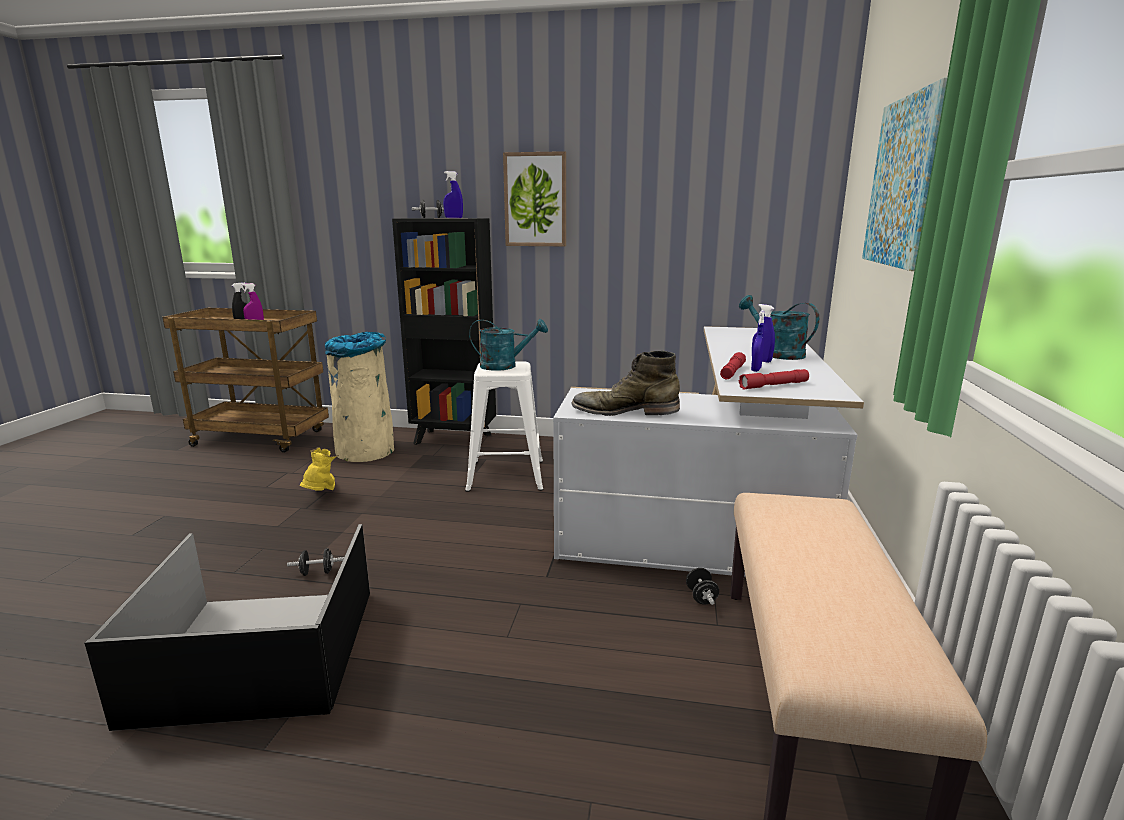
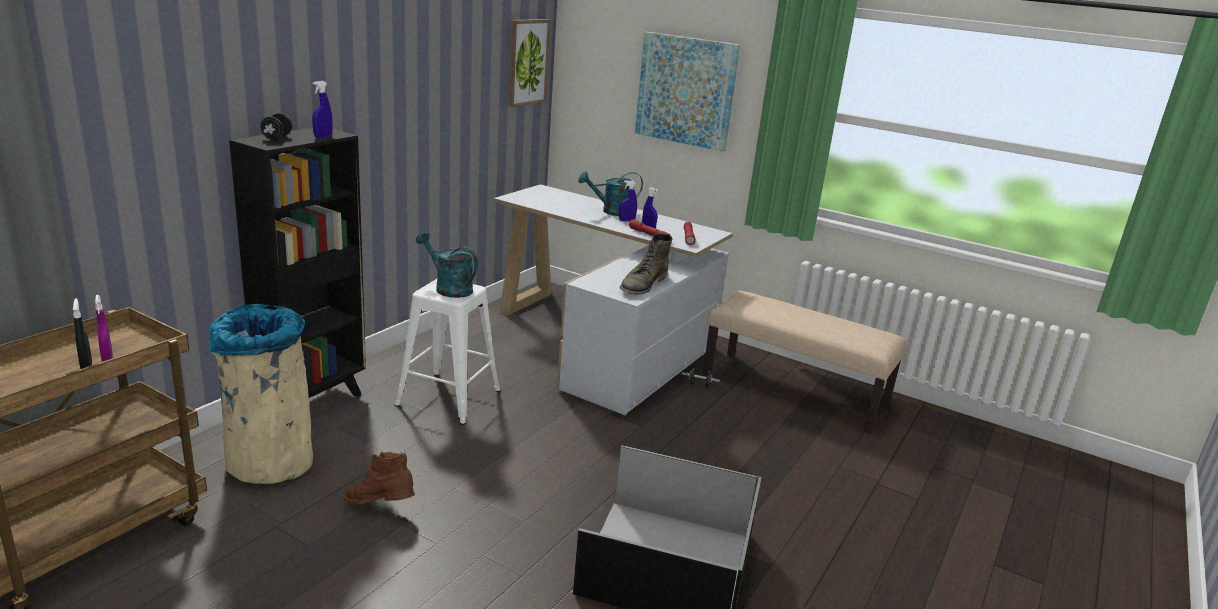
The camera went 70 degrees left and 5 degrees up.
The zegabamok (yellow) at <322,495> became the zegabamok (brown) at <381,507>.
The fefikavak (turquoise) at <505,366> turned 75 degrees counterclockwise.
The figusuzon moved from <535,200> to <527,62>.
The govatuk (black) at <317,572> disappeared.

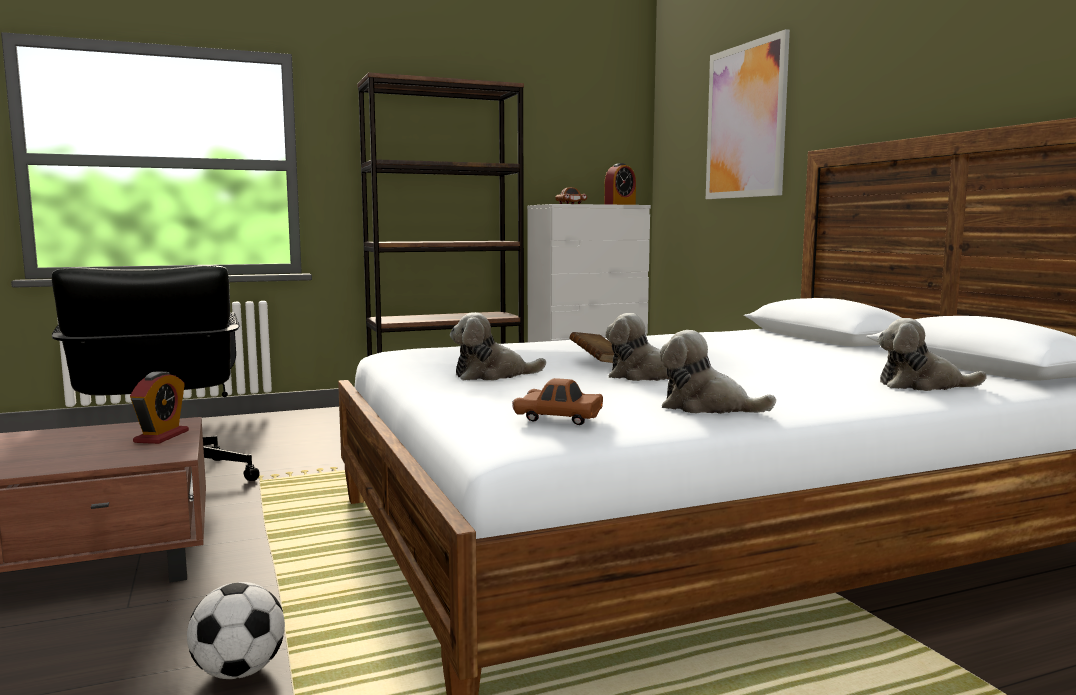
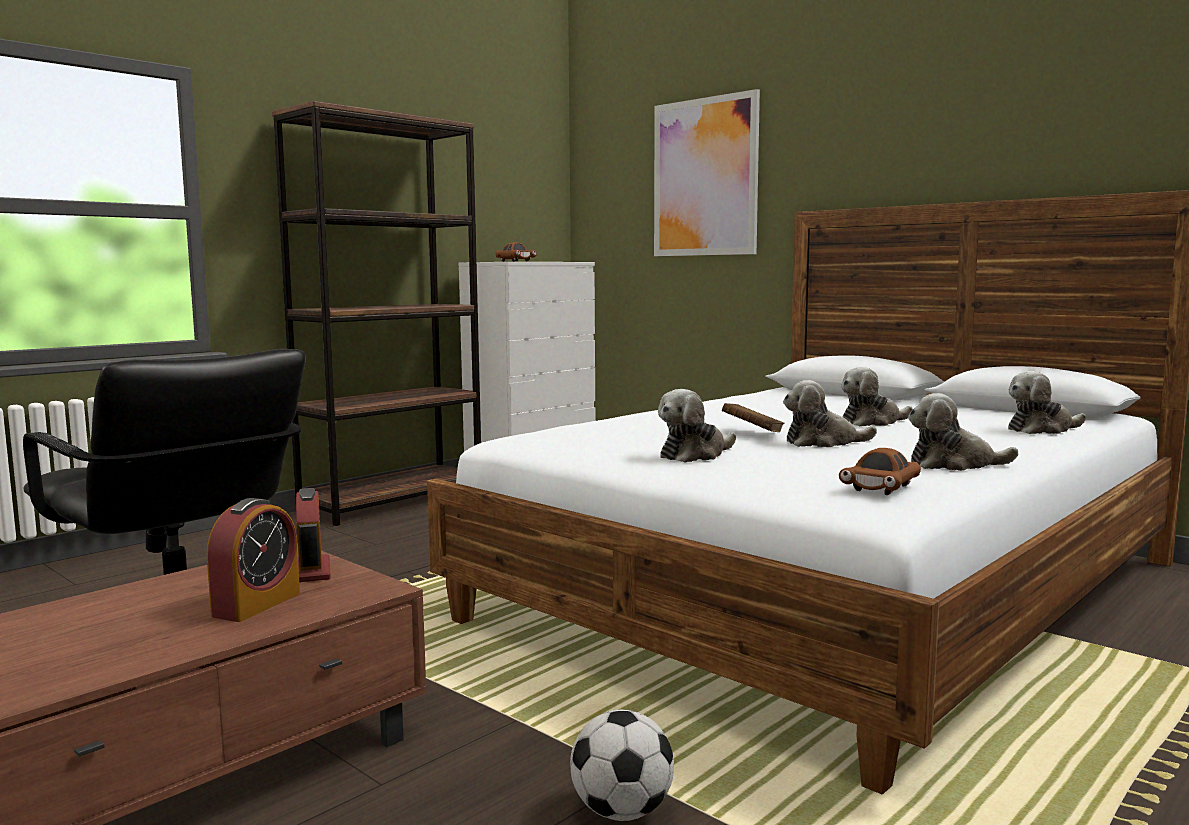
The camera went 25 degrees left and 0 degrees up.
The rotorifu moved from <620,204> to <256,604>.
The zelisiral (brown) at <559,419> turned 45 degrees counterclockwise.
The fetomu at <872,422> appeared.

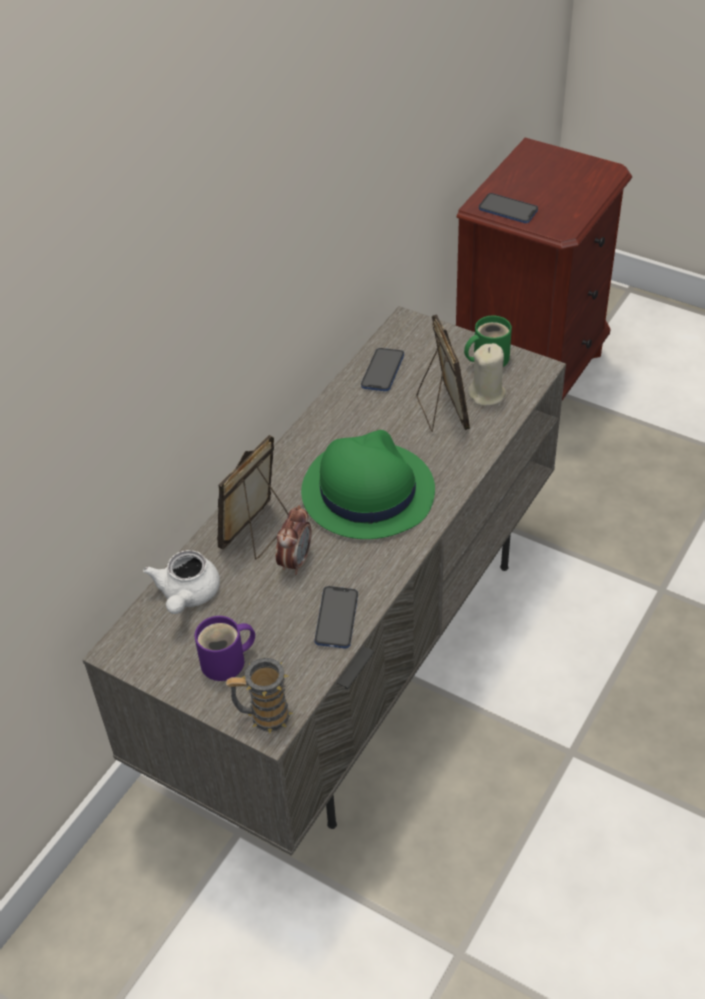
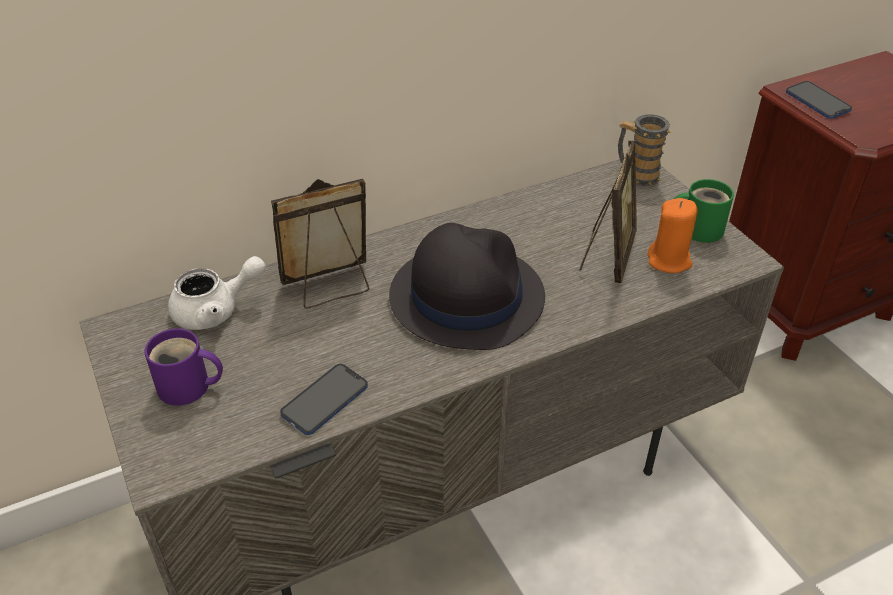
The camera went 30 degrees right and 5 degrees down.
The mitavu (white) at <187,595> turned 150 degrees counterclockwise.
The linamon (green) at <366,491> became the linamon (black) at <466,296>.
The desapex moved from <263,716> to <636,174>.
The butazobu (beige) at <487,394> became the butazobu (orange) at <669,261>.
The rotorifu at <295,561> disappeared.
The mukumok at <382,371> disappeared.

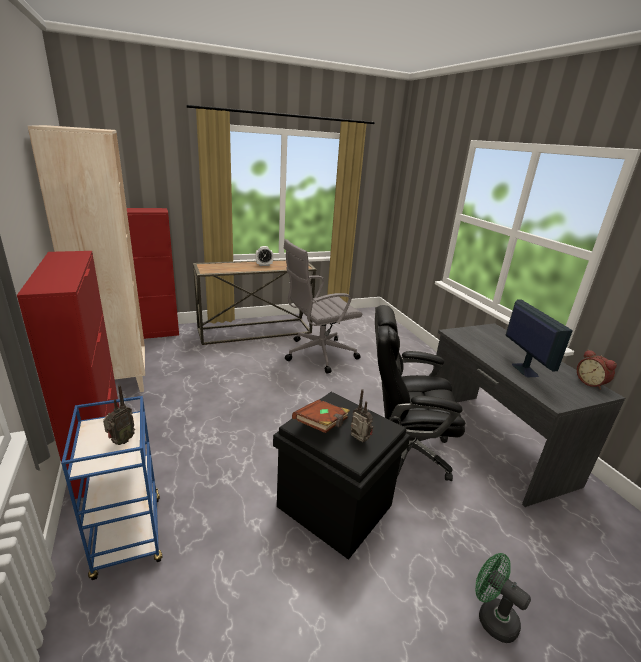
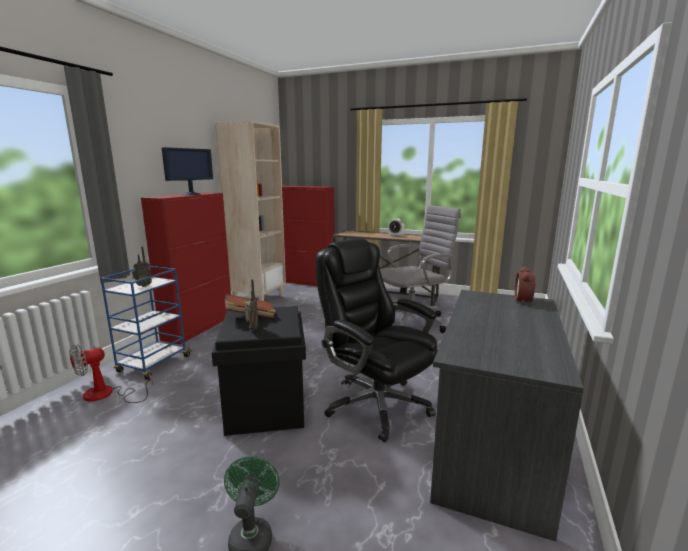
The camera went 45 degrees right and 10 degrees down.
The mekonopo at <107,395> appeared.
The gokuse moved from <524,369> to <192,194>.
The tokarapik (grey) at <318,354> turned 135 degrees clockwise.
The rotorifu moved from <591,383> to <525,301>.

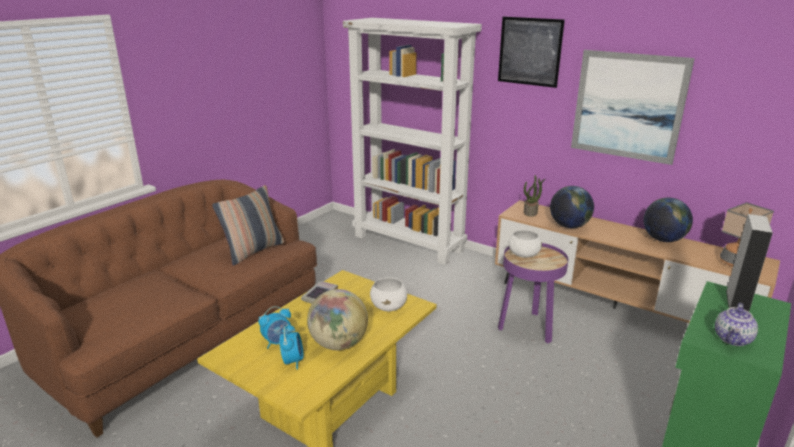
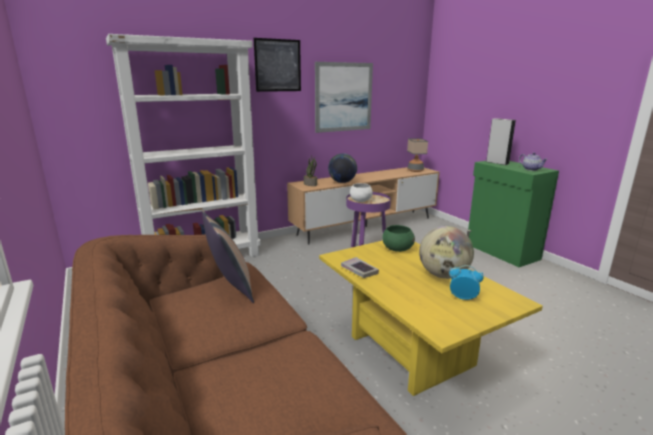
The camera went 65 degrees left and 5 degrees down.
The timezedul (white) at <389,307> became the timezedul (green) at <397,249>.
The rotorifu at <278,342> disappeared.
The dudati at <663,240> disappeared.

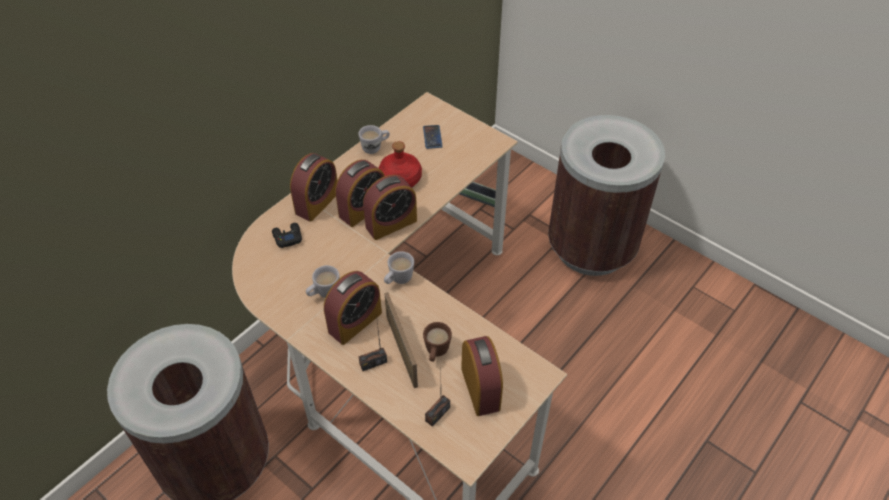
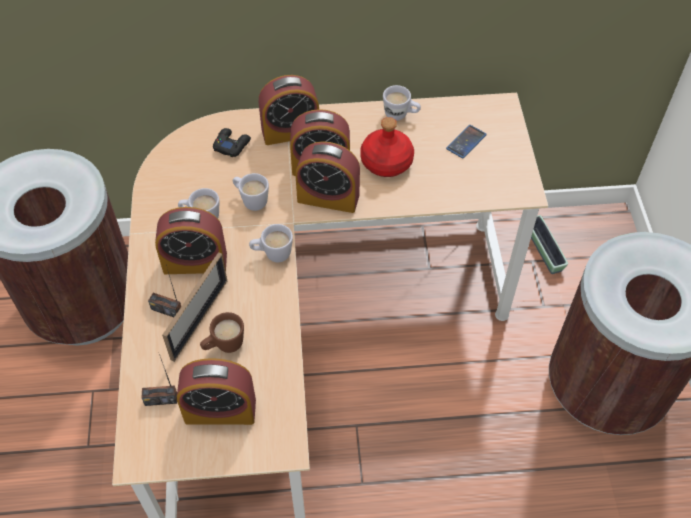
The camera went 45 degrees right and 5 degrees up.
The rotorifu at <480,388> turned 60 degrees clockwise.
The desapex (white) at <251,200> appeared.

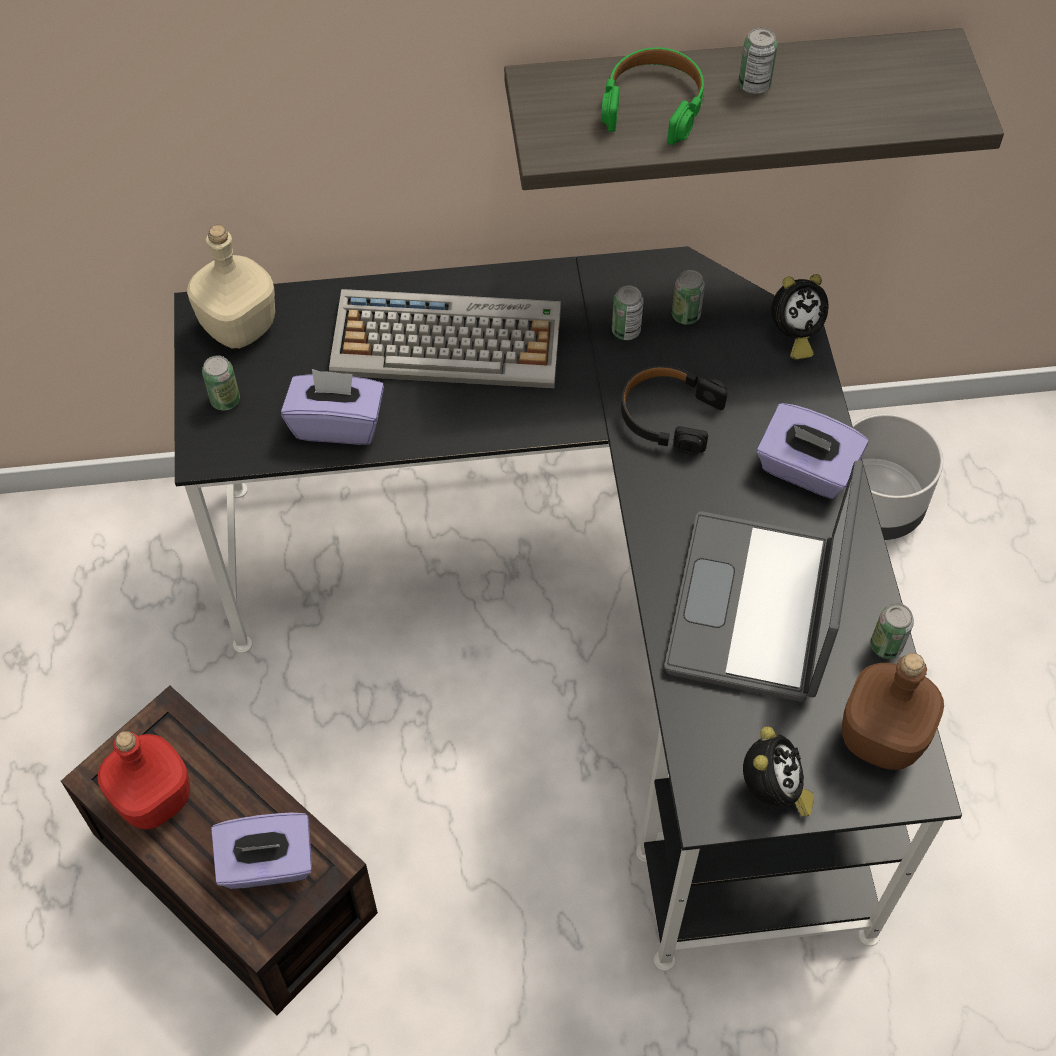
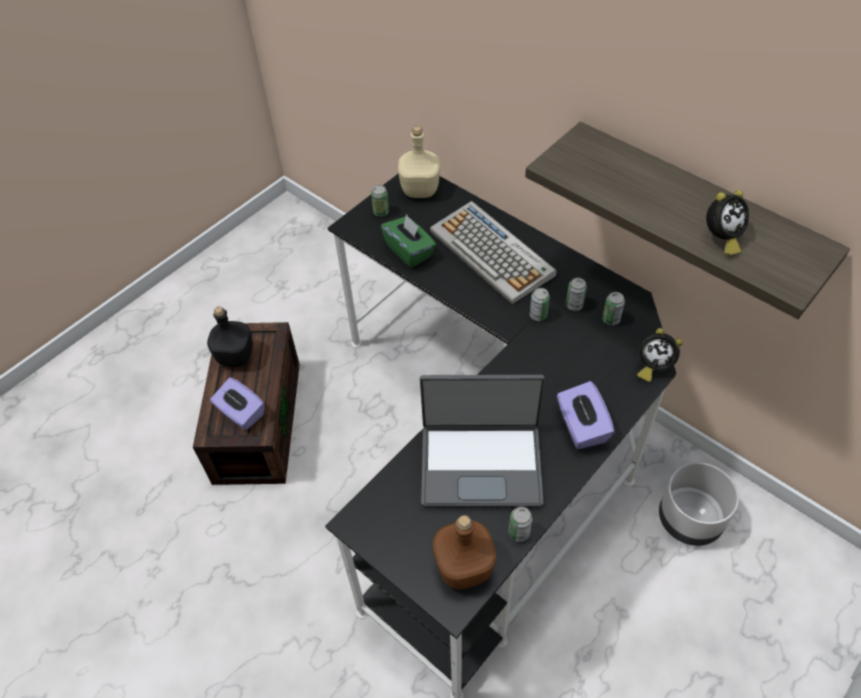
The camera went 50 degrees right and 5 degrees down.
The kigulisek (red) at <153,800> became the kigulisek (black) at <235,356>.
The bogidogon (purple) at <337,424> became the bogidogon (green) at <409,251>.
The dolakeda at <757,609> turned 150 degrees counterclockwise.
The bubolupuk moved from <754,85> to <538,315>.
The rotorifu moved from <772,791> to <720,239>.
The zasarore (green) at <653,104> disappeared.
The zasarore (black) at <669,415> disappeared.

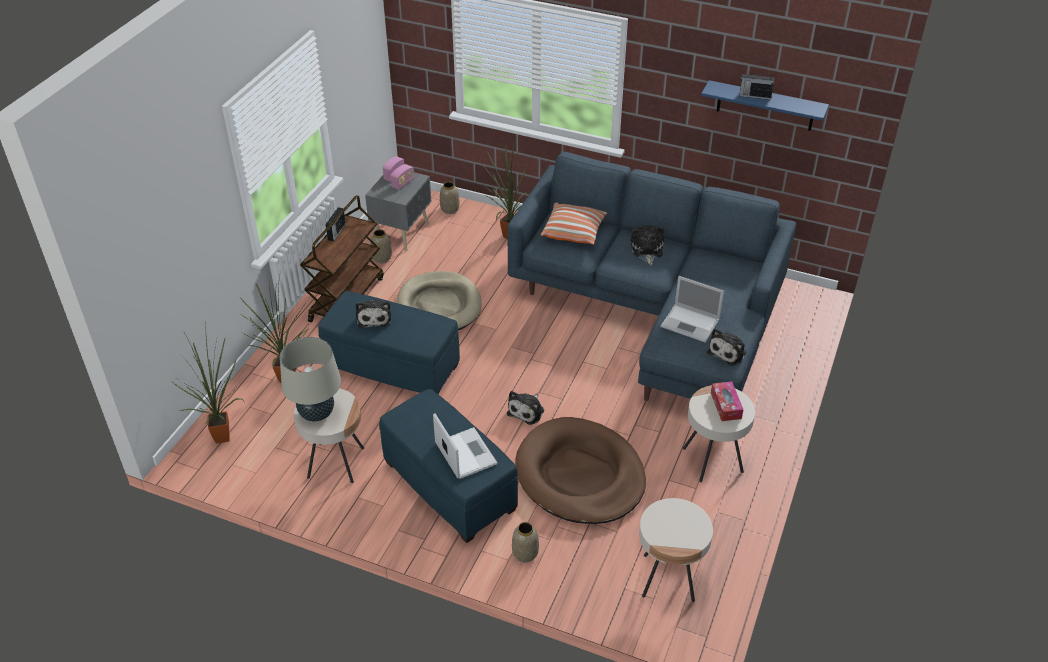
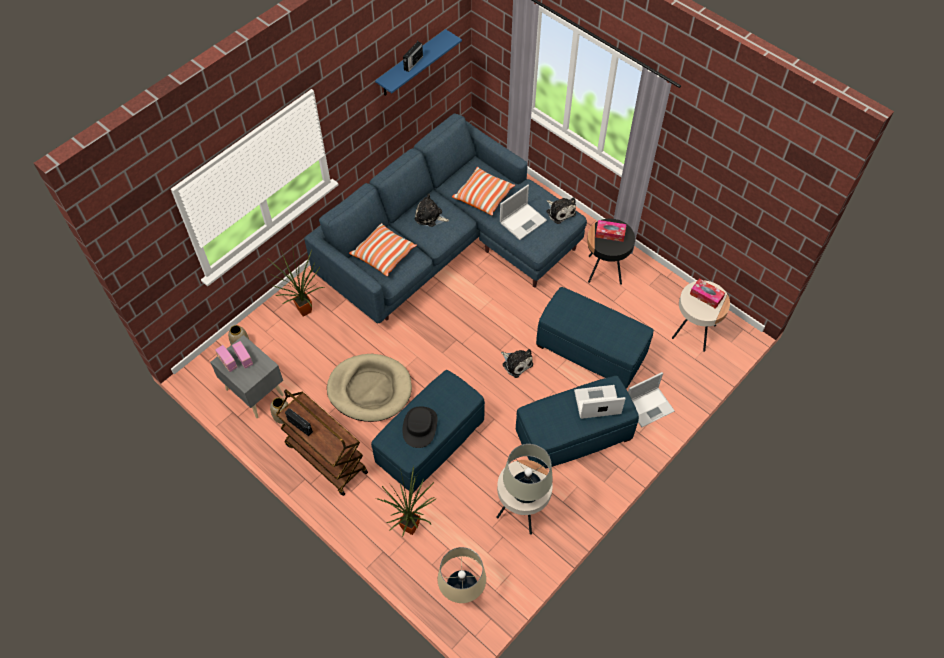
The camera went 70 degrees left and 15 degrees up.
The fetomu at <374,317> was replaced by the linamon (black) at <420,427>.
The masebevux at <226,438> was replaced by the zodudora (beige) at <462,590>.
The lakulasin at <483,196> appeared.
The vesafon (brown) at <580,475> was replaced by the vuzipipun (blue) at <591,351>.
The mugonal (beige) at <712,460> became the mugonal (black) at <604,270>.
The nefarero at <525,553> was replaced by the dolakeda at <650,406>.
The bogidogon at <706,296> appeared.

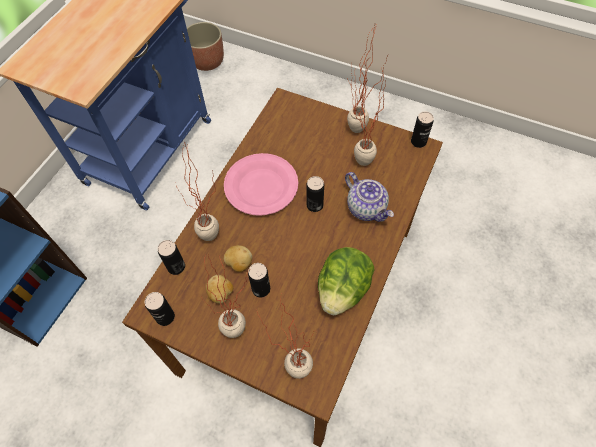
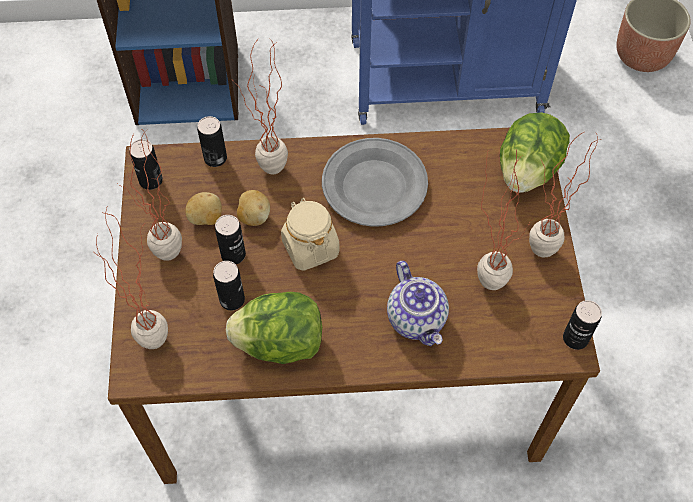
The camera went 60 degrees right and 0 degrees up.
The bubolupuk moved from <314,205> to <232,299>.
The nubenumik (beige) at <310,247> appeared.
The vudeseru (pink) at <261,187> became the vudeseru (grey) at <373,186>.
The mitavu at <367,208> turned 45 degrees counterclockwise.
The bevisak at <527,170> appeared.

